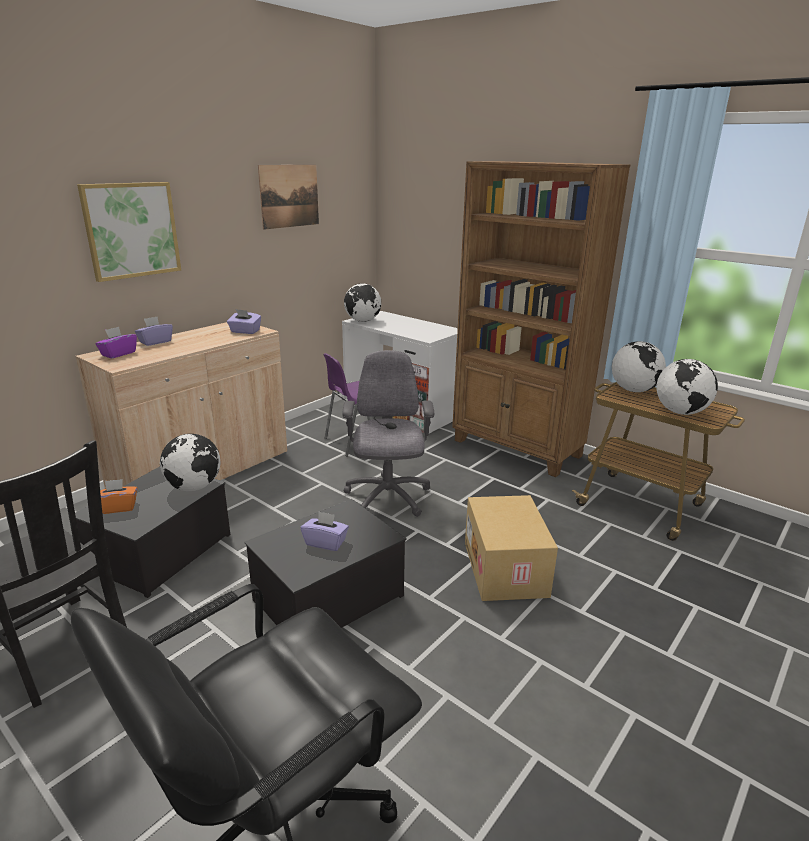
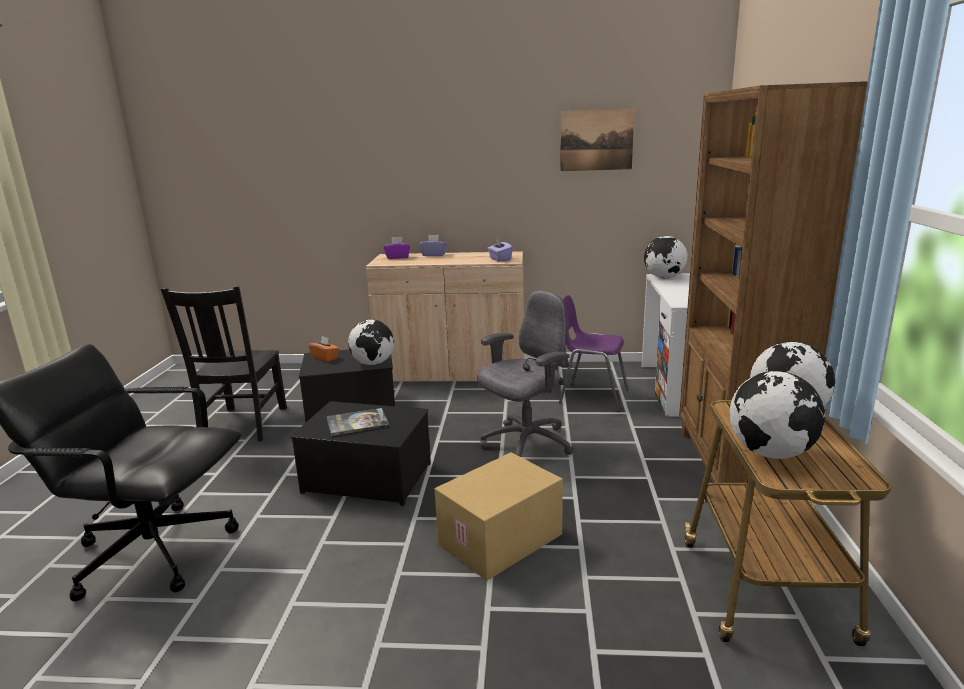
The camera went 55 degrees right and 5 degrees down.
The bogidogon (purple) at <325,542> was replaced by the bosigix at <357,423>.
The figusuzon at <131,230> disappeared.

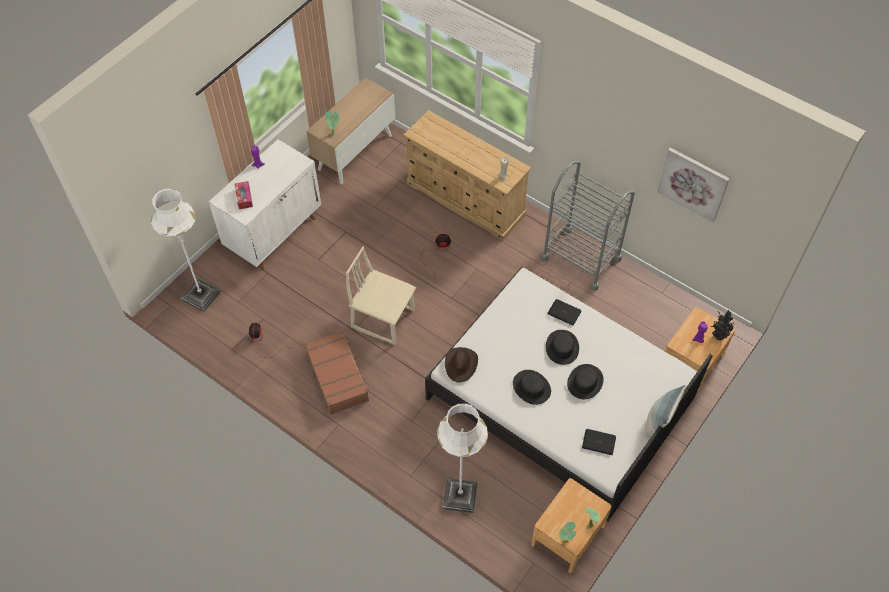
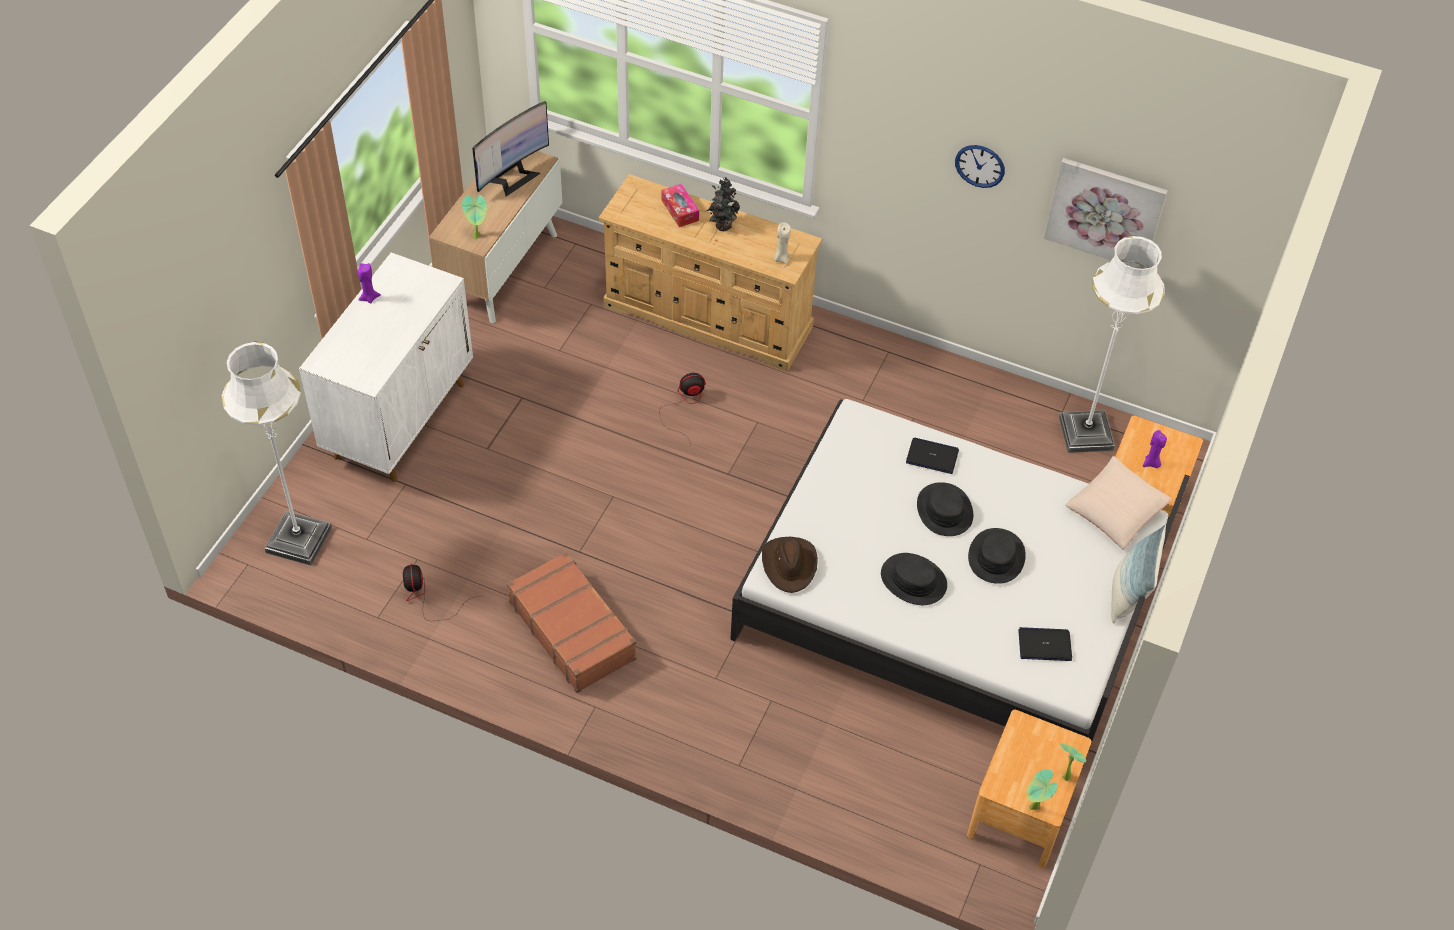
The camera went 15 degrees left and 5 degrees down.
The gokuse at <513,177> appeared.
The bogidogon moved from <244,198> to <680,210>.
The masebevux moved from <718,335> to <722,225>.
The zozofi at <980,166> appeared.
The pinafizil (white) moved from <460,496> to <1086,433>.
The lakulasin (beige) at <1115,511> appeared.
The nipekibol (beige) at <383,318> disappeared.
The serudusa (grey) at <581,258> disappeared.

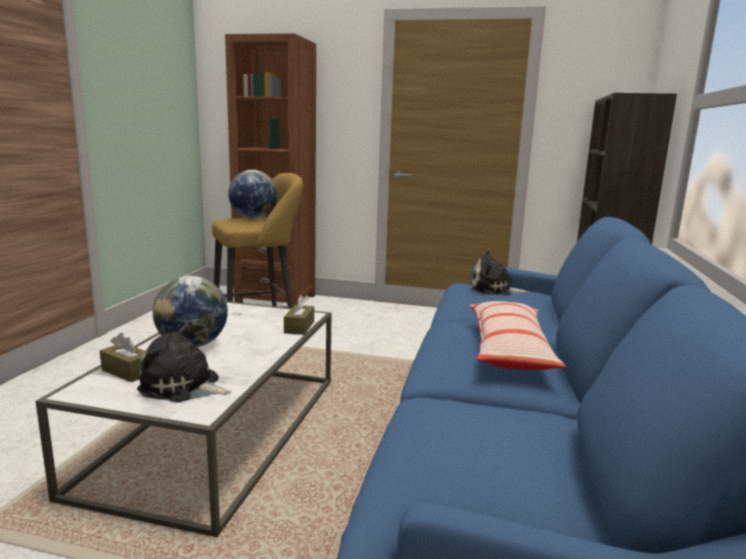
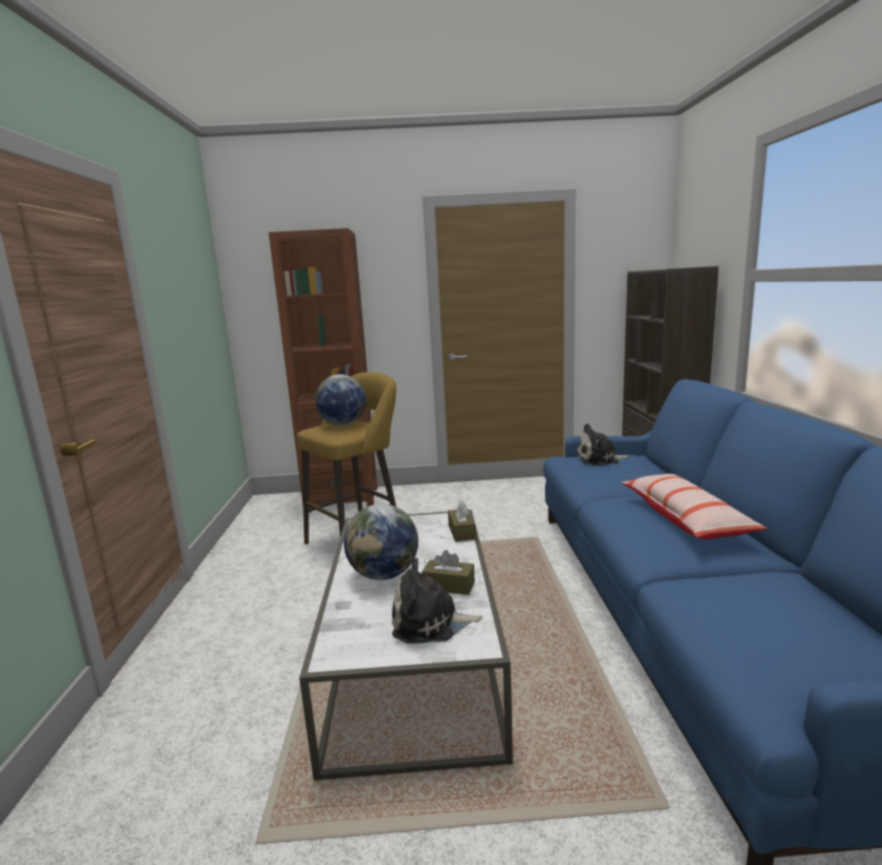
The camera went 15 degrees left and 0 degrees up.
The bogidogon (brown) moved from <127,371> to <449,586>.

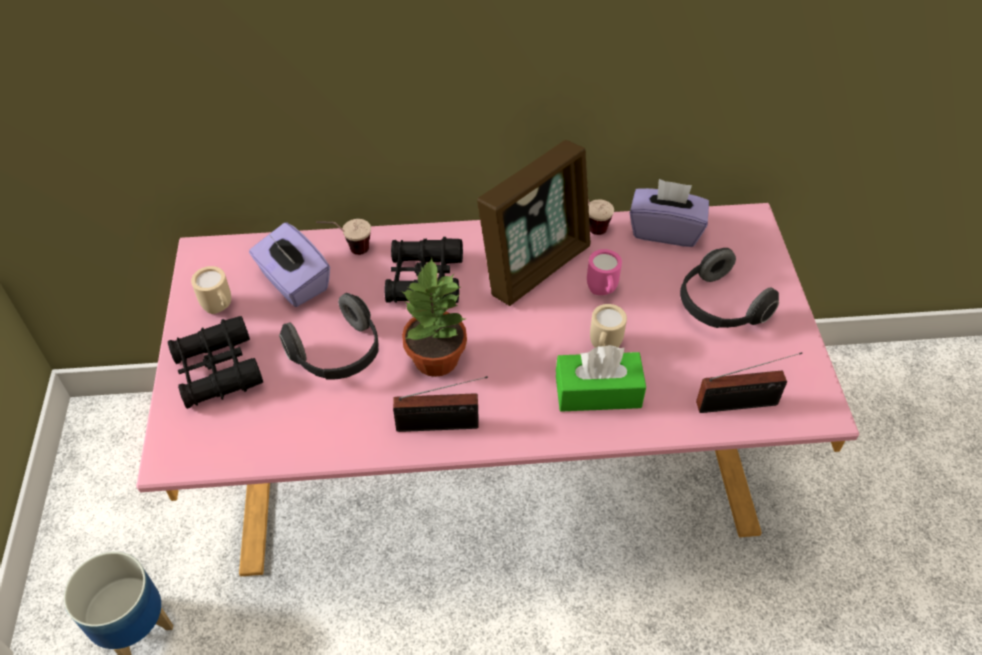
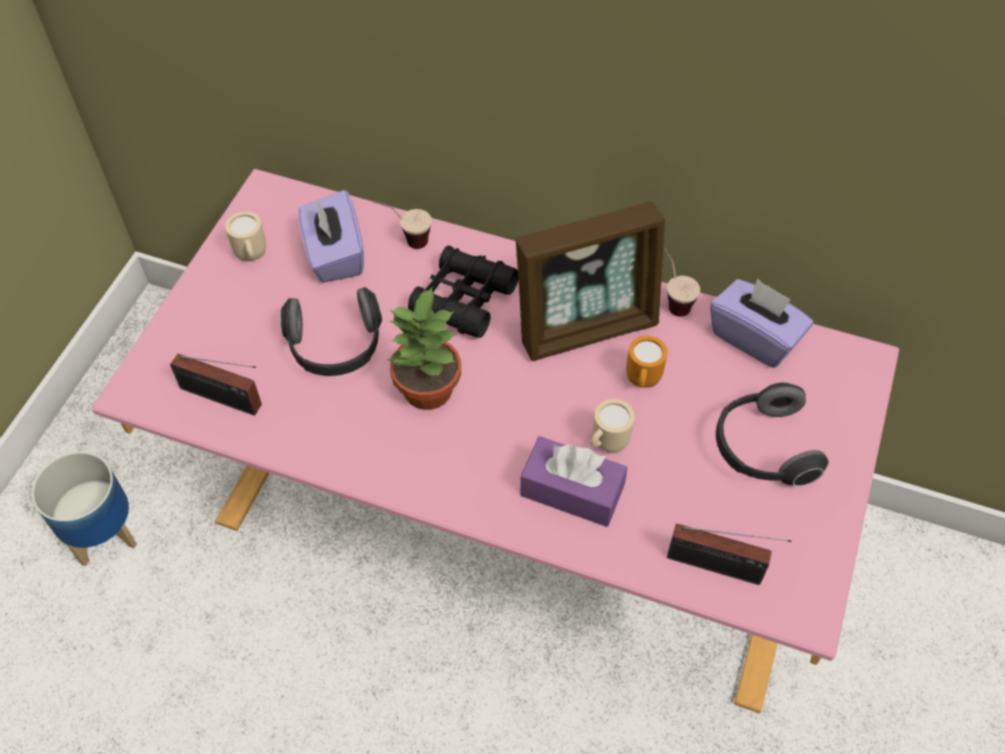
The camera went 25 degrees right and 5 degrees up.
The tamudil moved from <442,425> to <225,399>.
The bogidogon (green) at <598,392> became the bogidogon (purple) at <572,491>.
The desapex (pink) at <602,292> became the desapex (orange) at <642,383>.
The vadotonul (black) at <217,370> disappeared.

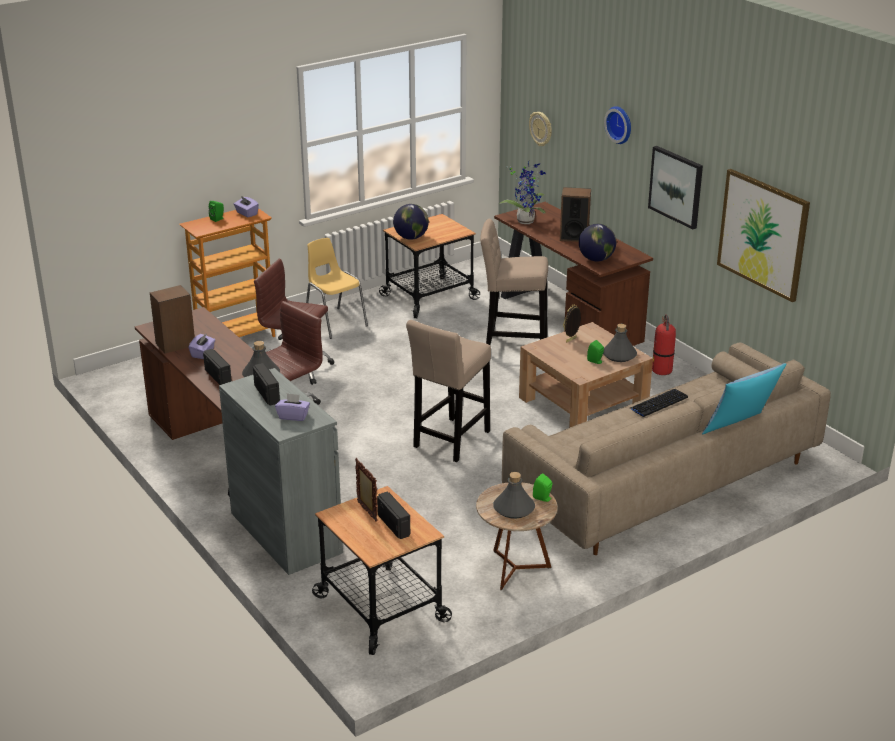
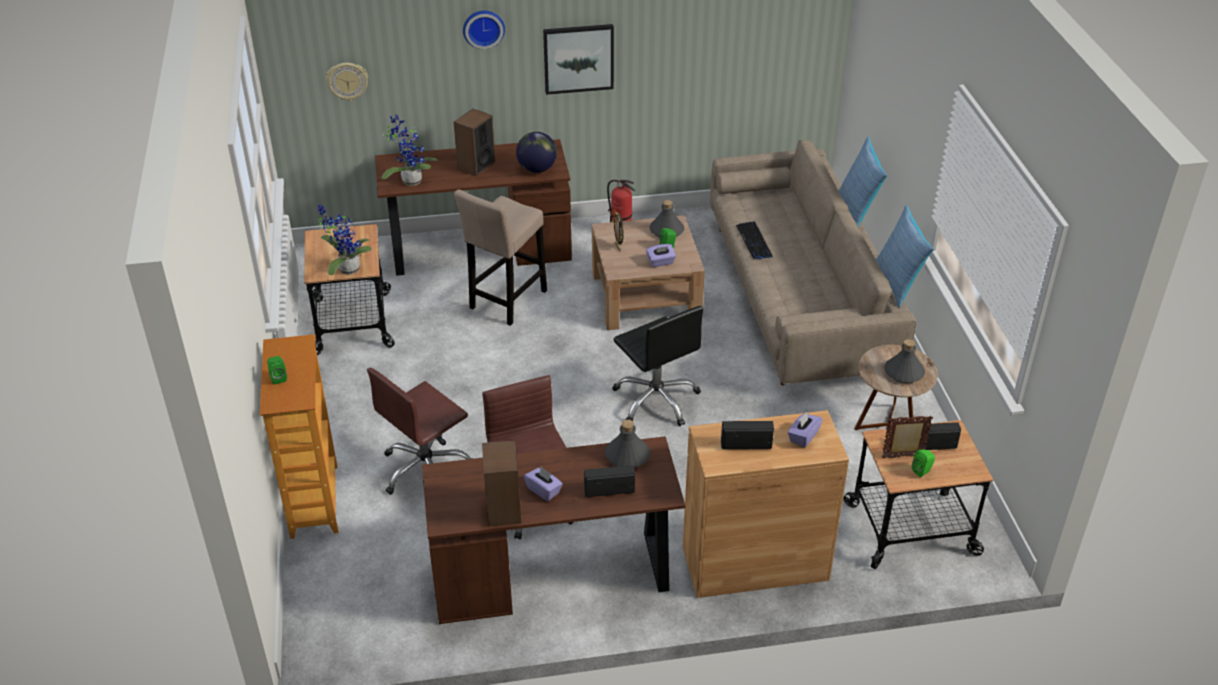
The camera went 65 degrees left and 10 degrees up.
The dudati at <411,238> was replaced by the masebevux at <346,269>.
The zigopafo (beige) at <450,441> was replaced by the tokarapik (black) at <656,399>.
The bogidogon (purple) moved from <246,213> to <661,262>.
The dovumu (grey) at <286,533> became the dovumu (brown) at <755,563>.
The lakulasin at <898,283> appeared.
The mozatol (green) moved from <543,498> to <922,471>.
The nipekibol (yellow) at <335,323> disappeared.
The figusuzon at <763,234> disappeared.

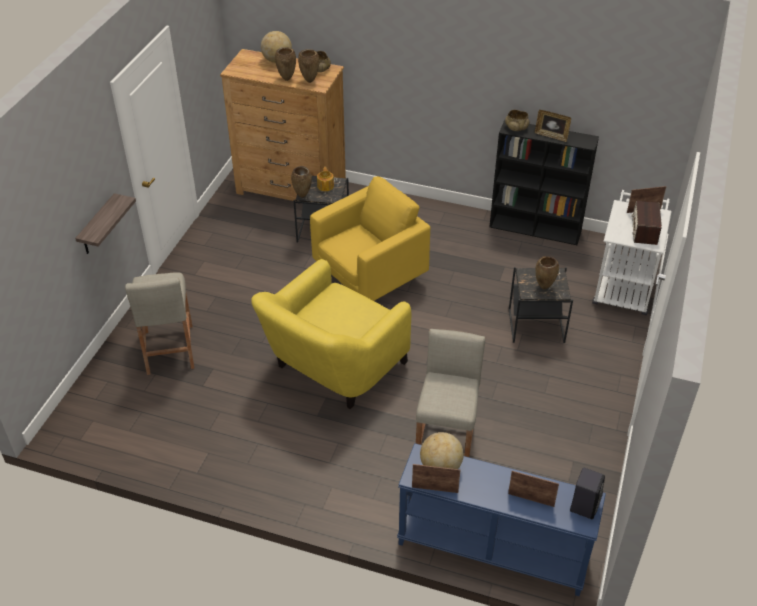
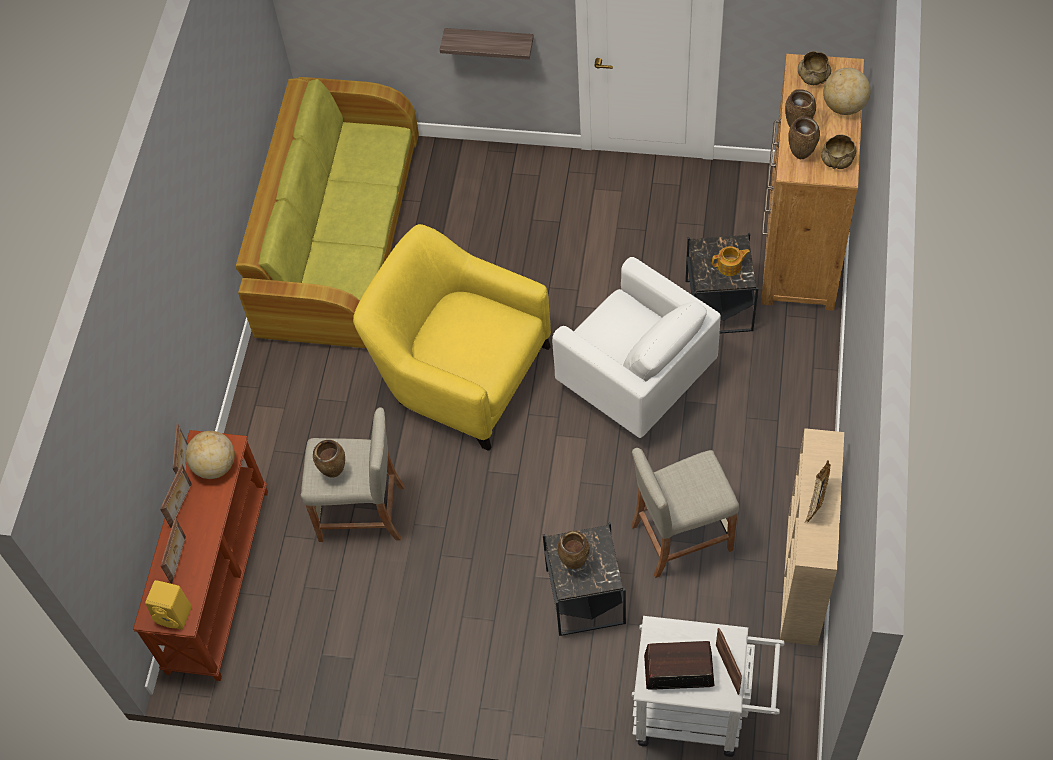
The camera went 85 degrees right and 15 degrees up.
The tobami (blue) at <492,550> became the tobami (brown) at <217,579>.
The mozatol (black) at <584,505> became the mozatol (yellow) at <175,614>.
The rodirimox at <181,505> appeared.
The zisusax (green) at <339,236> appeared.
The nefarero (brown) moved from <303,196> to <334,473>.
The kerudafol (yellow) at <370,278> became the kerudafol (white) at <635,380>.
The zigopafo (beige) moved from <169,349> to <681,537>.
The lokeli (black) at <536,229> became the lokeli (beige) at <803,579>.
The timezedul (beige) moved from <516,128> to <813,77>.

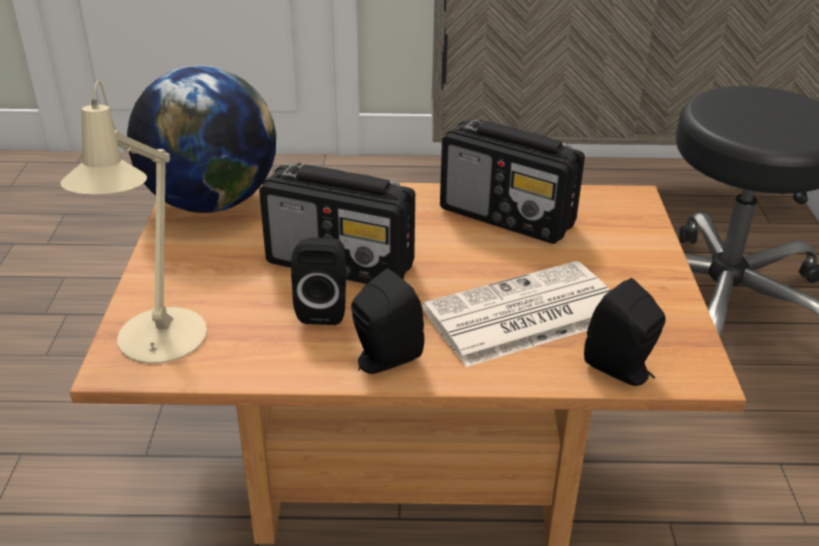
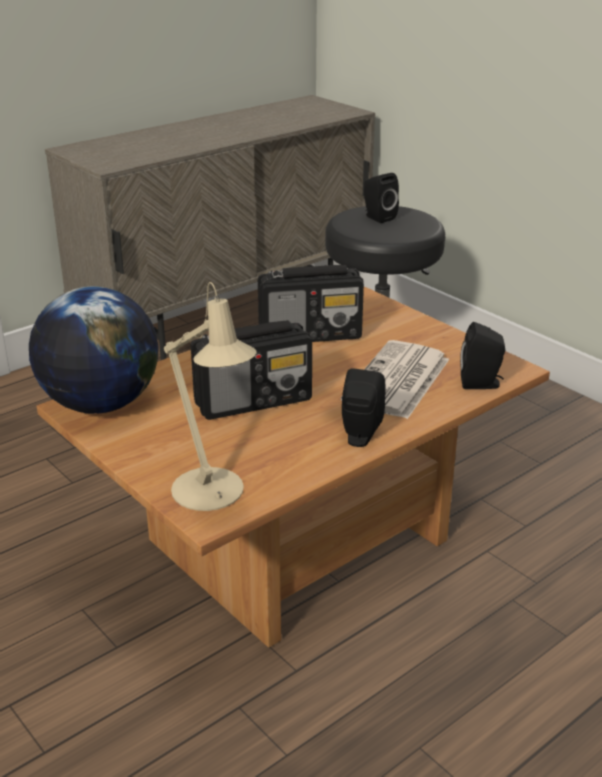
The camera went 40 degrees left and 5 degrees down.
The mozatol (black) moved from <323,308> to <377,217>.

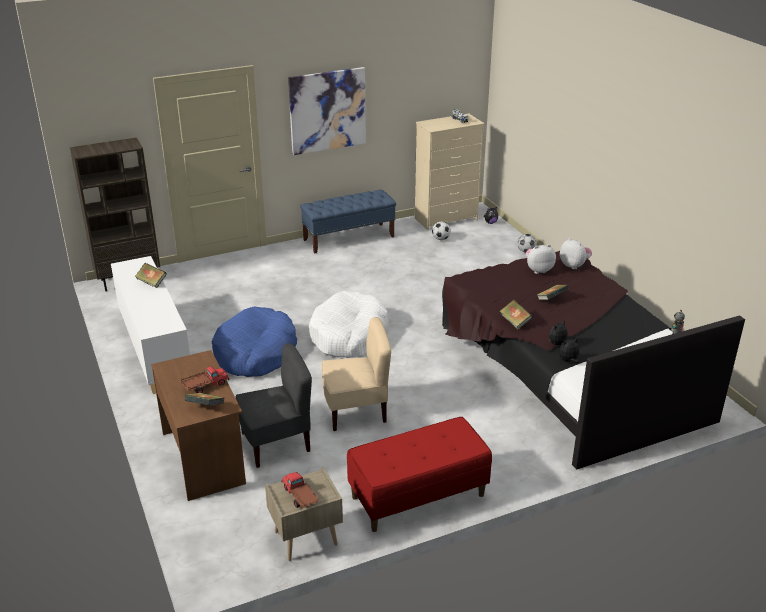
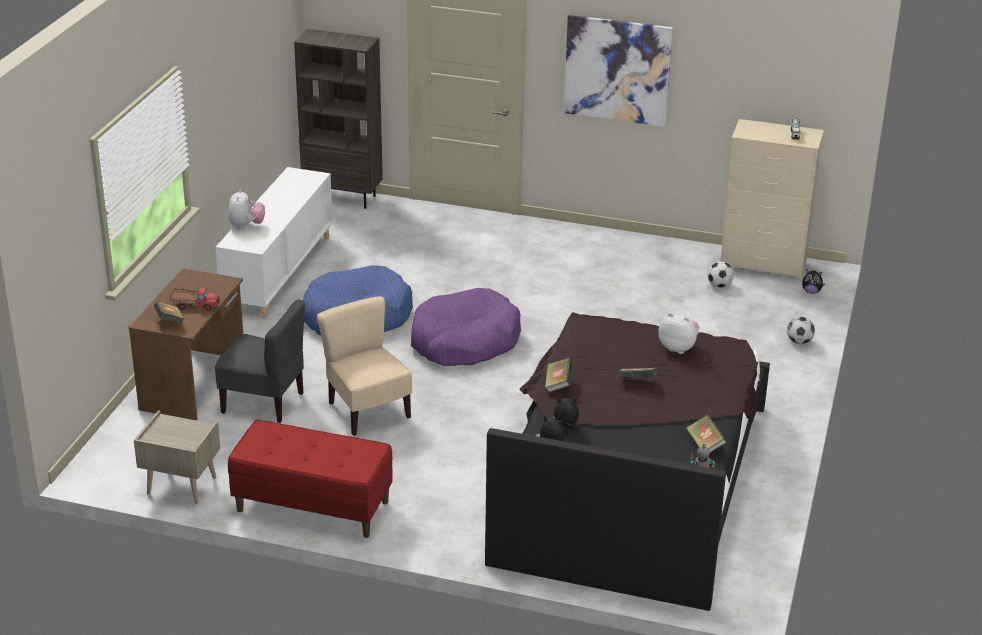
The camera went 40 degrees right and 0 degrees up.
The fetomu moved from <574,266> to <246,226>.
The nipekibol (beige) at <356,411> turned 150 degrees counterclockwise.
The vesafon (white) at <349,336> became the vesafon (purple) at <464,341>.
The bosigix moved from <152,282> to <705,445>.
The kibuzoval at <300,497> disappeared.
The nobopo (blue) at <349,238> disappeared.

